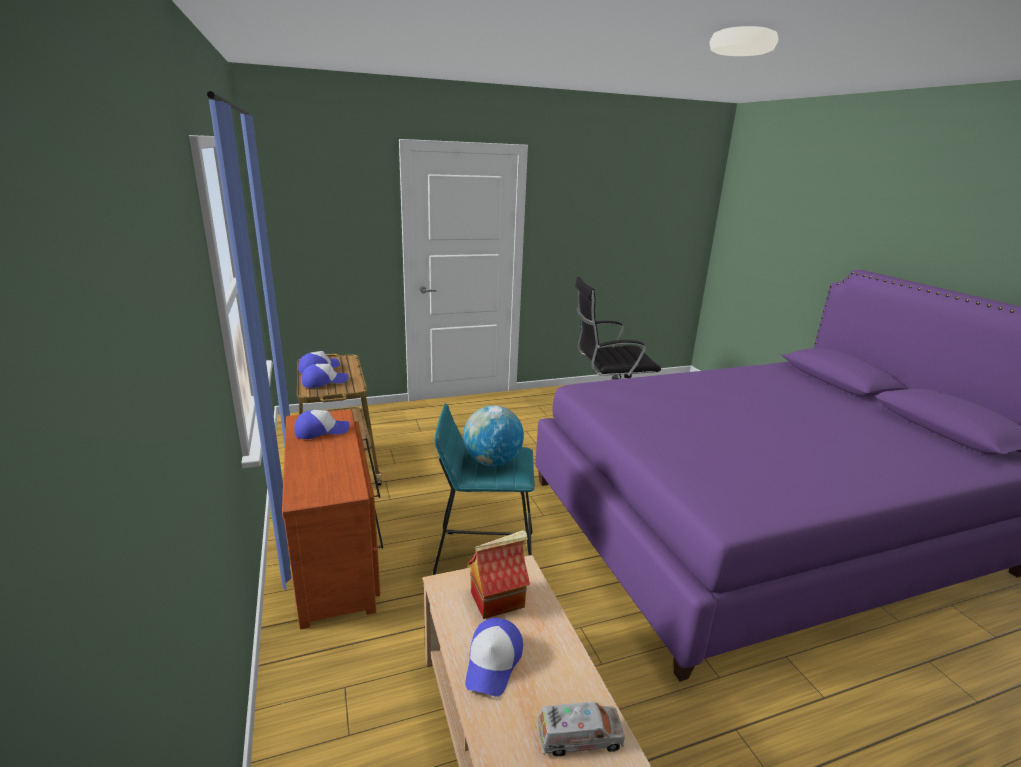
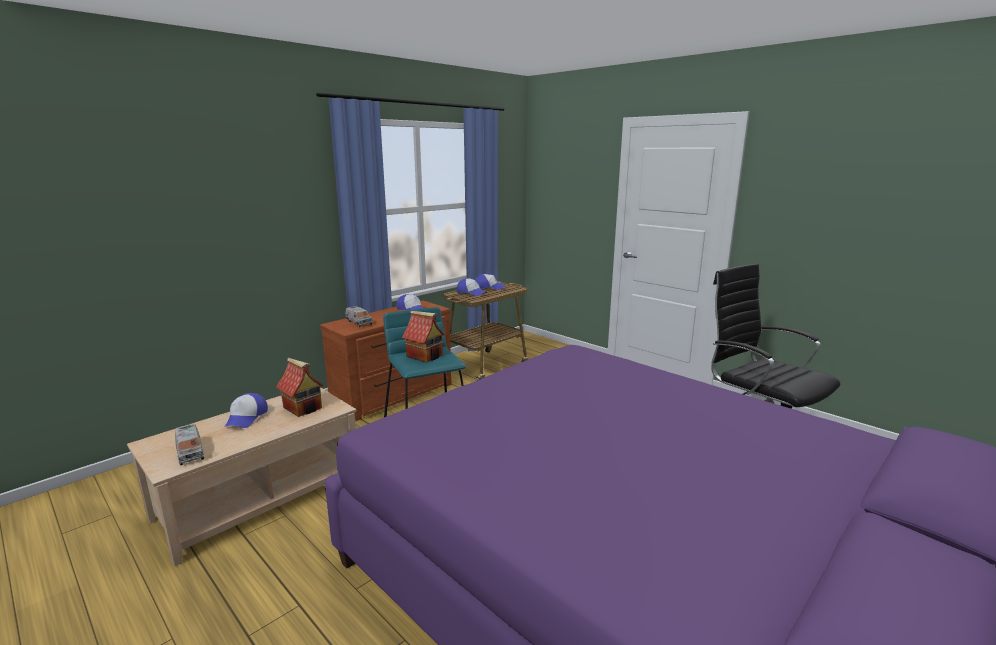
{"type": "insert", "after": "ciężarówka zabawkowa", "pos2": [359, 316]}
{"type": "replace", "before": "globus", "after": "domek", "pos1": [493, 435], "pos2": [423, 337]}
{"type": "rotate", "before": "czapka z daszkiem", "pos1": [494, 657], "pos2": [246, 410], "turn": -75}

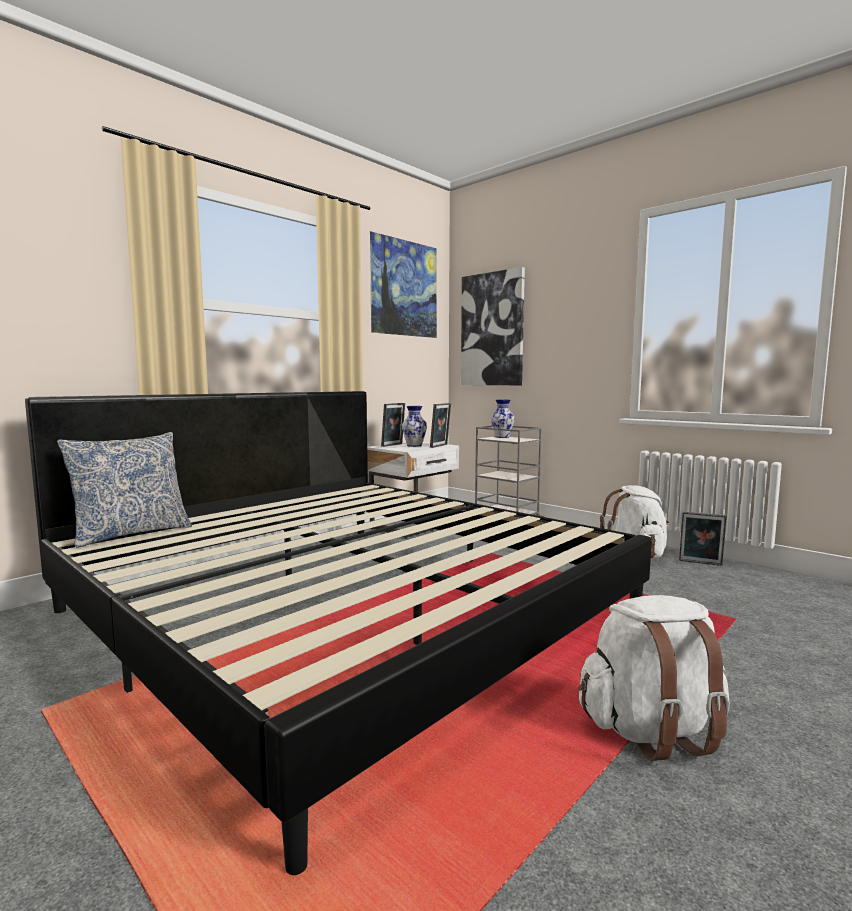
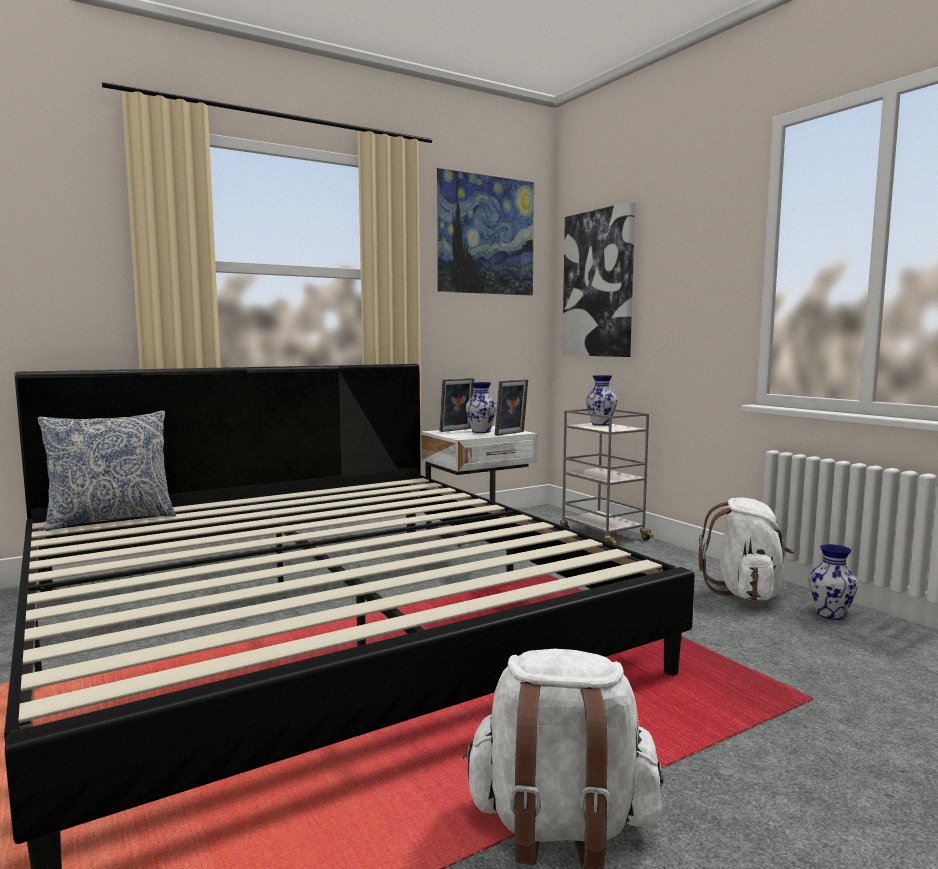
{"type": "replace", "before": "ramka na zdjęcie", "after": "wazon", "pos1": [703, 539], "pos2": [833, 582]}

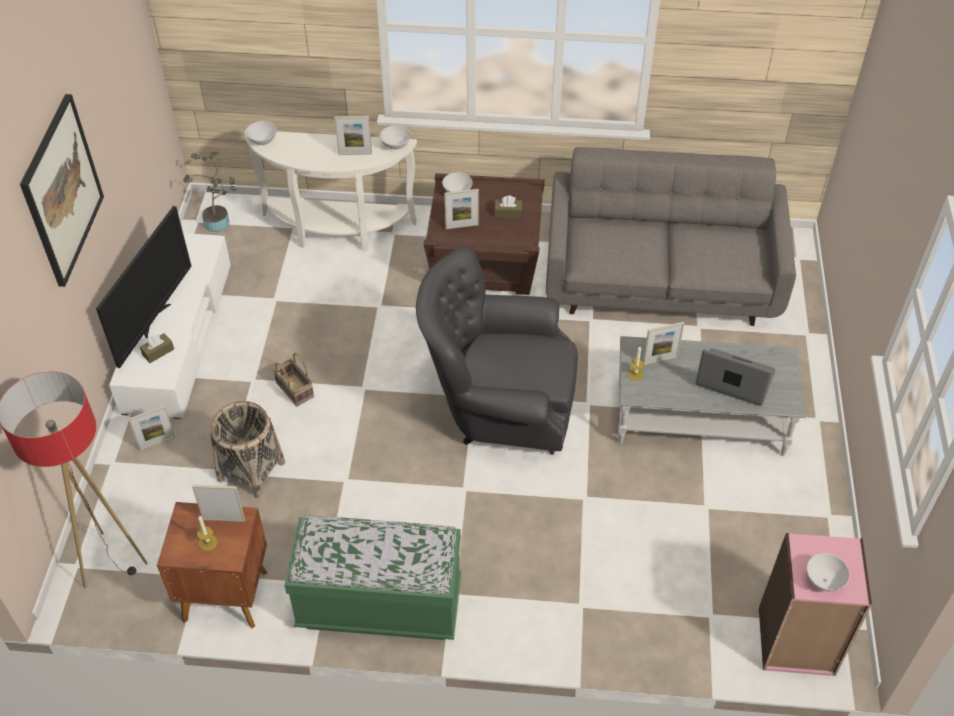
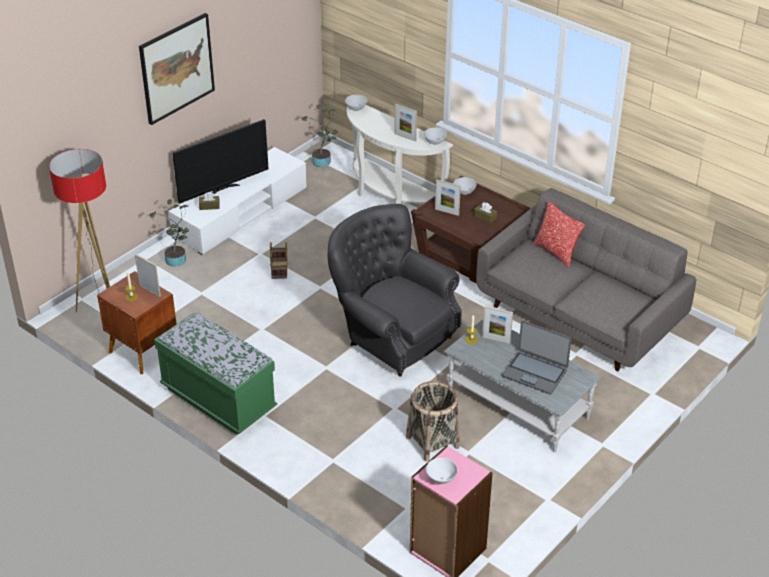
{"type": "insert", "after": "poduszka", "pos2": [559, 234]}
{"type": "move", "before": "koszyk", "pos1": [247, 449], "pos2": [433, 421]}
{"type": "replace", "before": "ramka na zdjęcie", "after": "roślina doniczkowa", "pos1": [151, 428], "pos2": [169, 232]}
{"type": "rotate", "before": "laptop", "pos1": [735, 377], "pos2": [536, 357], "turn": 150}

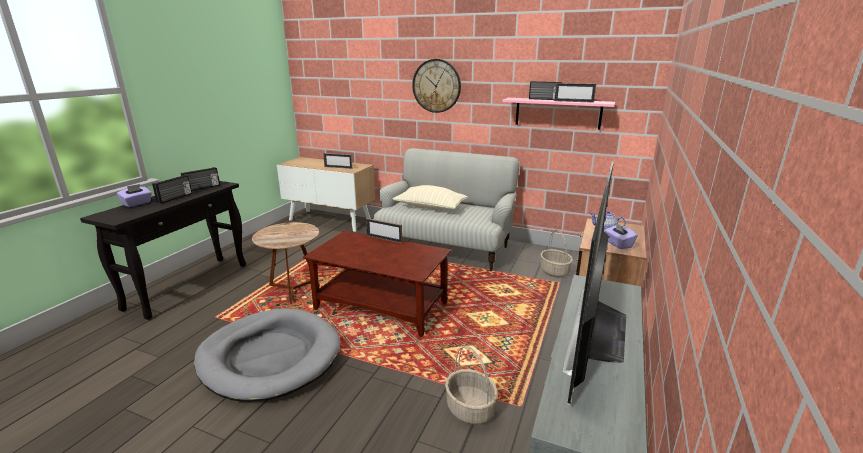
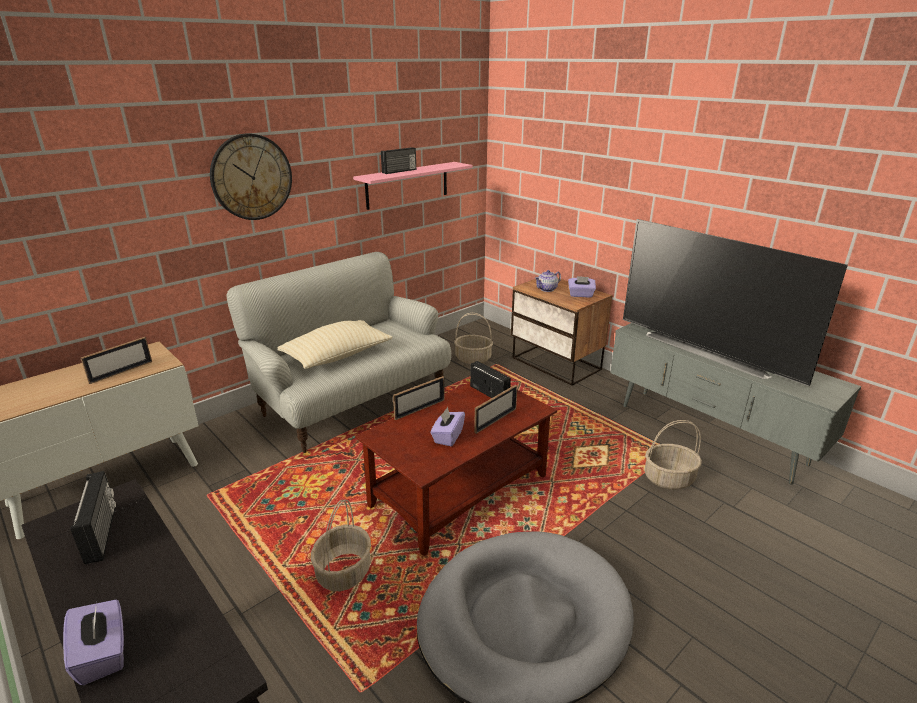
{"type": "insert", "after": "pudełko chusteczek/fioletowy", "pos2": [448, 427]}
{"type": "move", "before": "radio", "pos1": [172, 189], "pos2": [490, 379]}
{"type": "move", "before": "ramka na zdjęcie", "pos1": [575, 93], "pos2": [495, 409]}
{"type": "replace", "before": "stolik/brązowy", "after": "koszyk", "pos1": [285, 263], "pos2": [341, 545]}

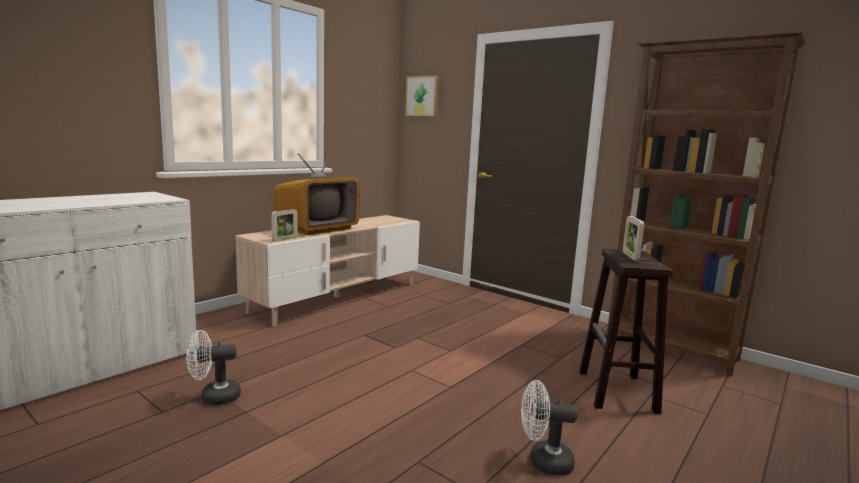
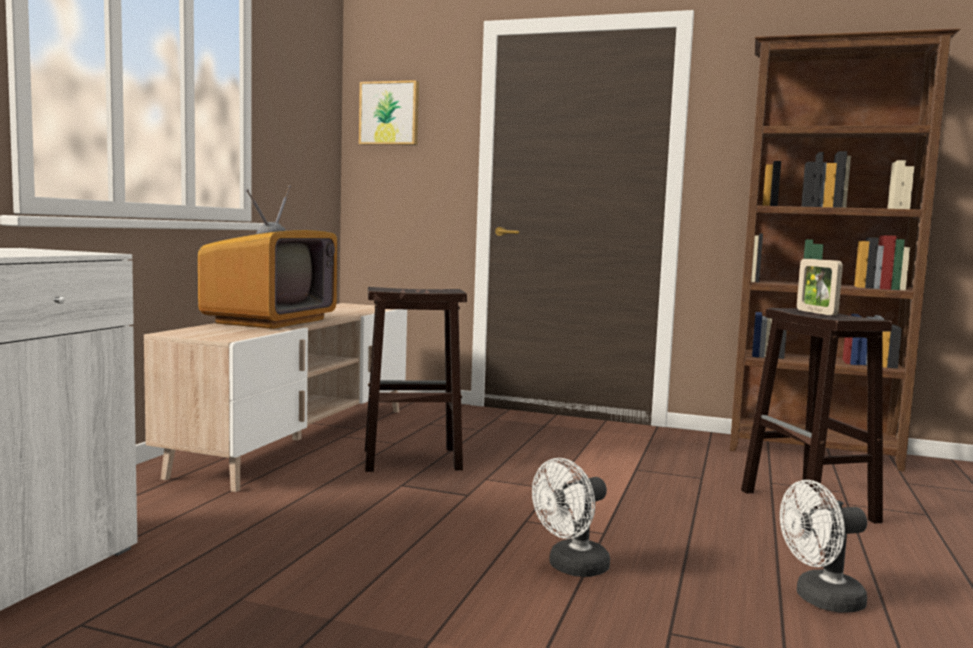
{"type": "delete", "before": "ramka na zdjęcie", "pos1": [284, 225]}
{"type": "insert", "after": "stołek/brązowy", "pos2": [416, 379]}
{"type": "move", "before": "wentylator/biały", "pos1": [213, 367], "pos2": [571, 517]}

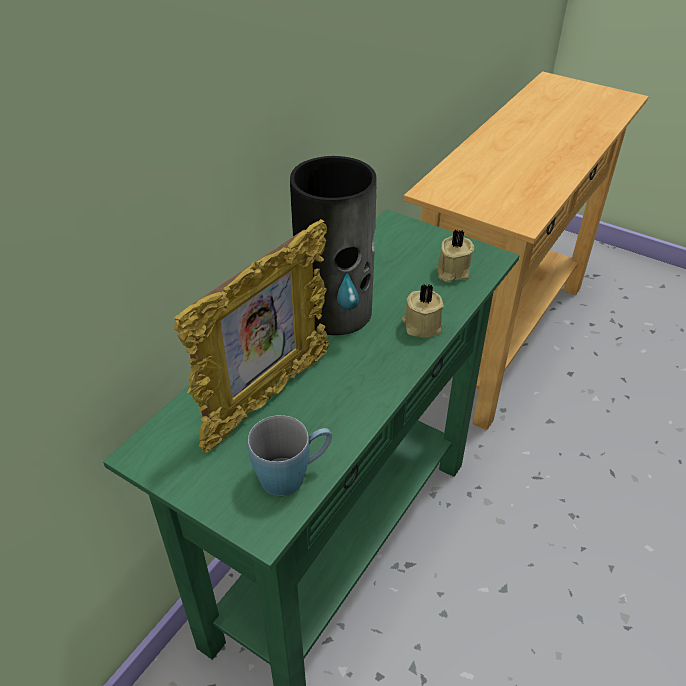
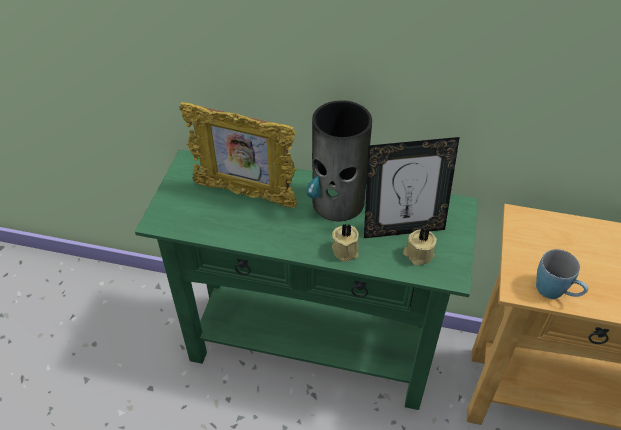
{"type": "insert", "after": "ramka na zdjęcie", "pos2": [412, 187]}
{"type": "move", "before": "kubek/niebieski", "pos1": [290, 455], "pos2": [562, 274]}

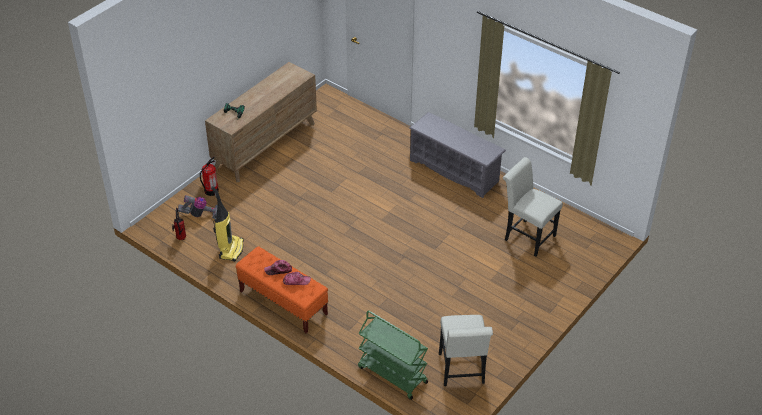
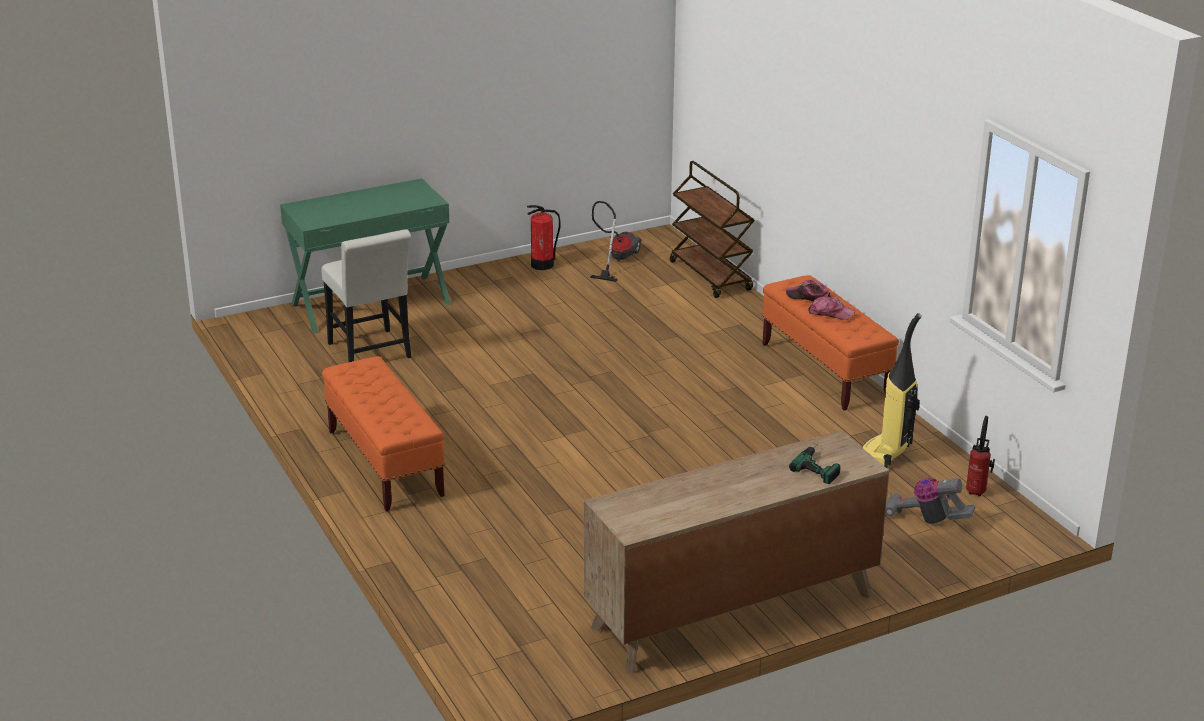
{"type": "insert", "after": "biurko/zielony", "pos2": [365, 256]}
{"type": "move", "before": "gaśnica", "pos1": [209, 176], "pos2": [544, 237]}
{"type": "replace", "before": "regał na buty/szary", "after": "ławka/pomarańczowy", "pos1": [457, 155], "pos2": [383, 433]}
{"type": "replace", "before": "krzesło/biały", "after": "odkurzacz", "pos1": [466, 350], "pos2": [616, 241]}
{"type": "recolor", "before": "wózek/zielony", "after": "wózek/brązowy", "pos1": [393, 355], "pos2": [712, 229]}

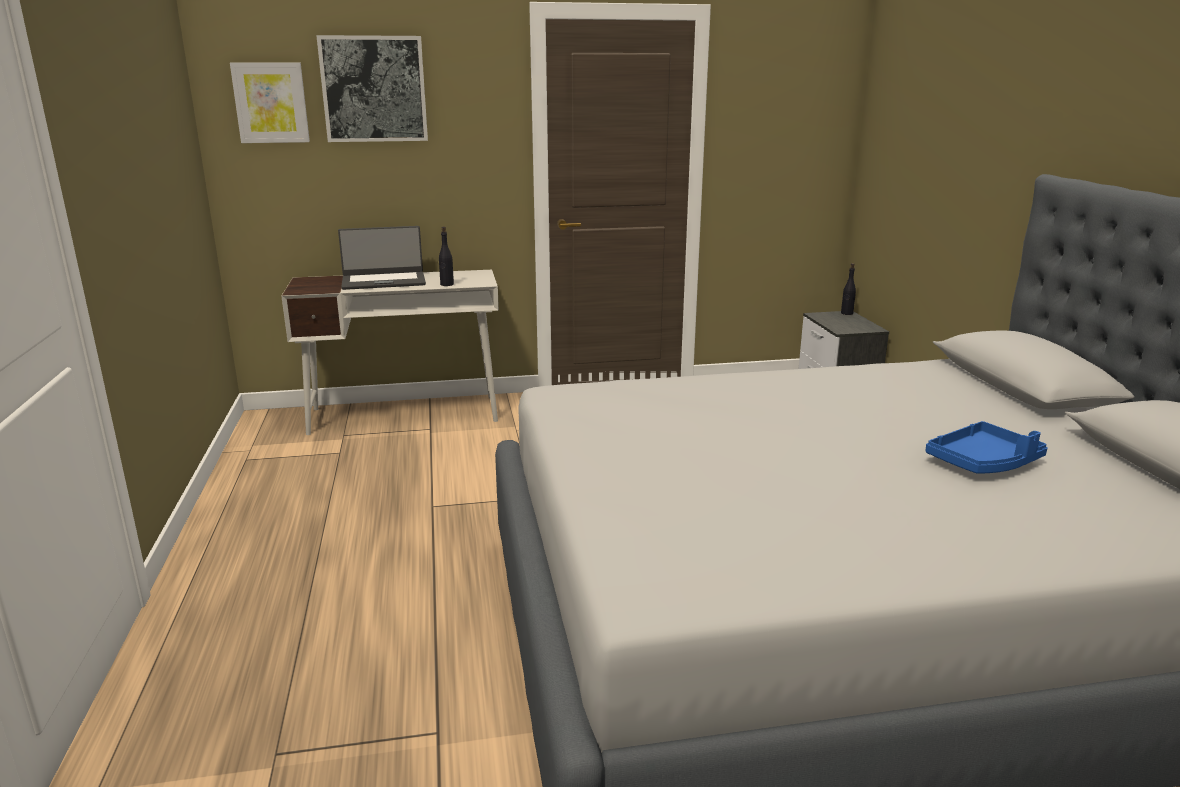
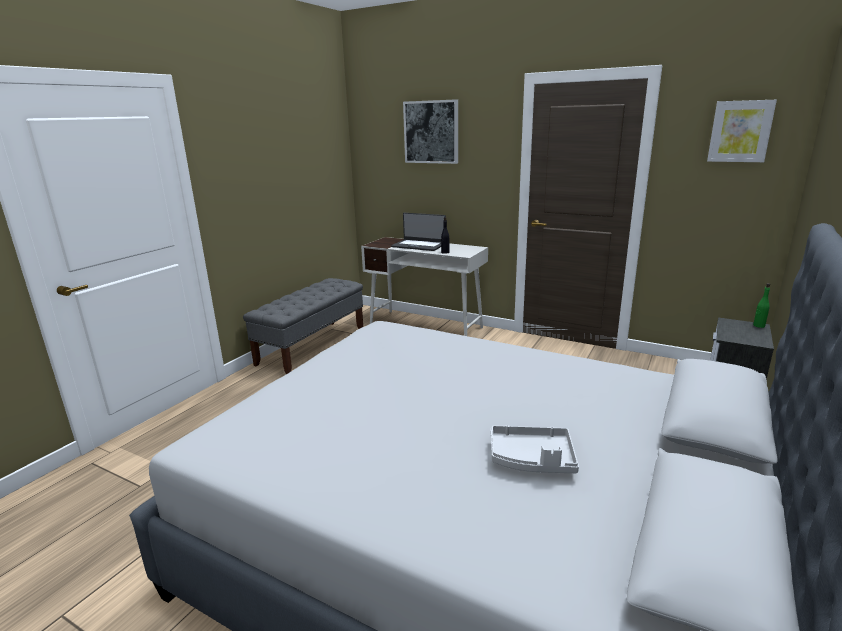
{"type": "insert", "after": "ławka/szary", "pos2": [303, 326]}
{"type": "move", "before": "obraz", "pos1": [270, 102], "pos2": [742, 131]}
{"type": "recolor", "before": "butelka/czarny", "after": "butelka/zielony", "pos1": [848, 289], "pos2": [761, 305]}
{"type": "recolor", "before": "taca/niebieski", "after": "taca/szary", "pos1": [986, 447], "pos2": [535, 449]}

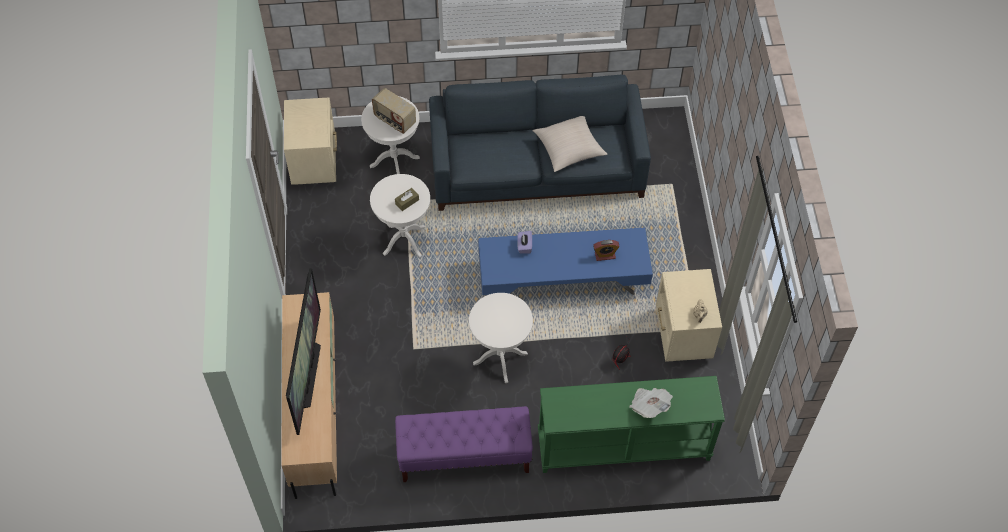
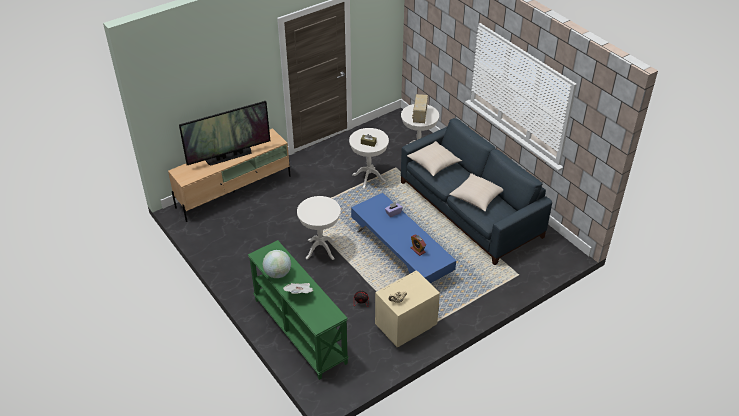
{"type": "delete", "before": "szafka nocna/beżowy", "pos1": [310, 141]}
{"type": "delete", "before": "ławka/fioletowy", "pos1": [464, 444]}
{"type": "insert", "after": "globus", "pos2": [277, 264]}
{"type": "insert", "after": "poduszka/beżowy", "pos2": [434, 158]}

